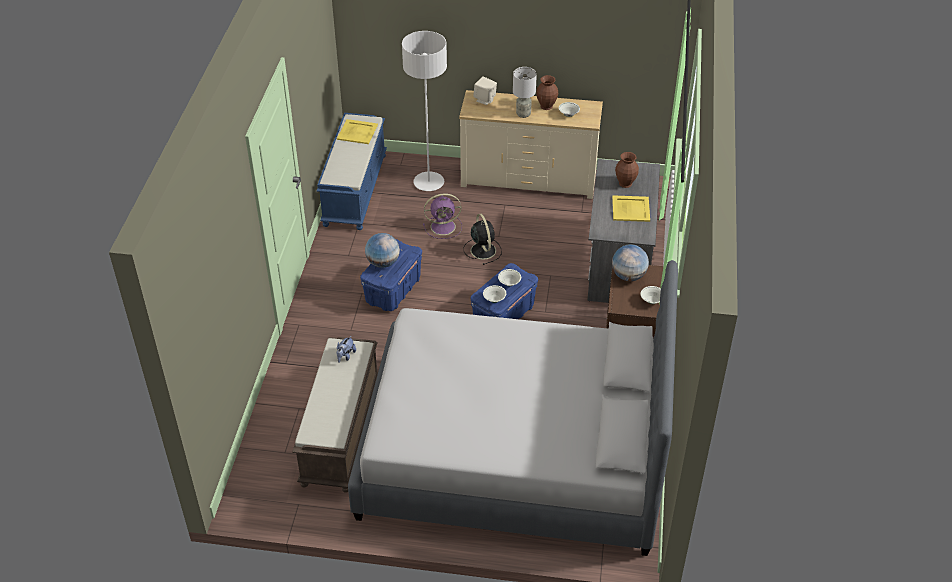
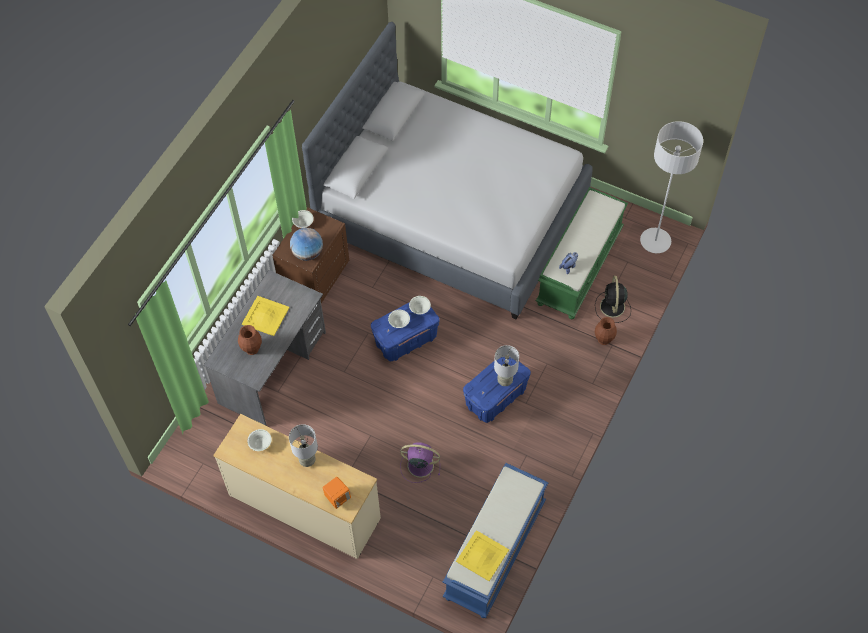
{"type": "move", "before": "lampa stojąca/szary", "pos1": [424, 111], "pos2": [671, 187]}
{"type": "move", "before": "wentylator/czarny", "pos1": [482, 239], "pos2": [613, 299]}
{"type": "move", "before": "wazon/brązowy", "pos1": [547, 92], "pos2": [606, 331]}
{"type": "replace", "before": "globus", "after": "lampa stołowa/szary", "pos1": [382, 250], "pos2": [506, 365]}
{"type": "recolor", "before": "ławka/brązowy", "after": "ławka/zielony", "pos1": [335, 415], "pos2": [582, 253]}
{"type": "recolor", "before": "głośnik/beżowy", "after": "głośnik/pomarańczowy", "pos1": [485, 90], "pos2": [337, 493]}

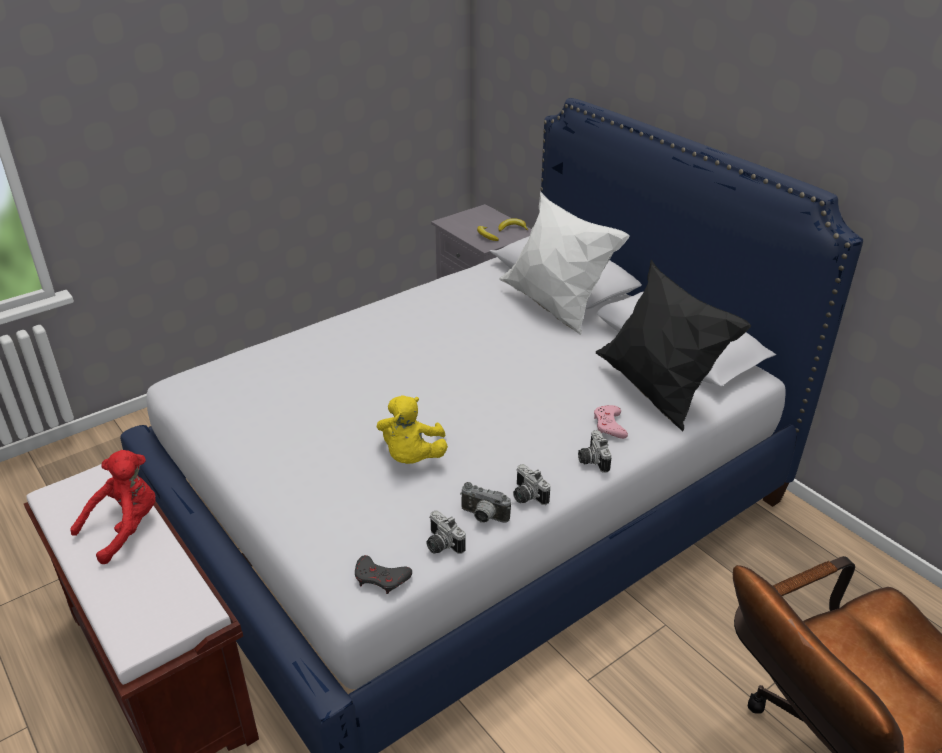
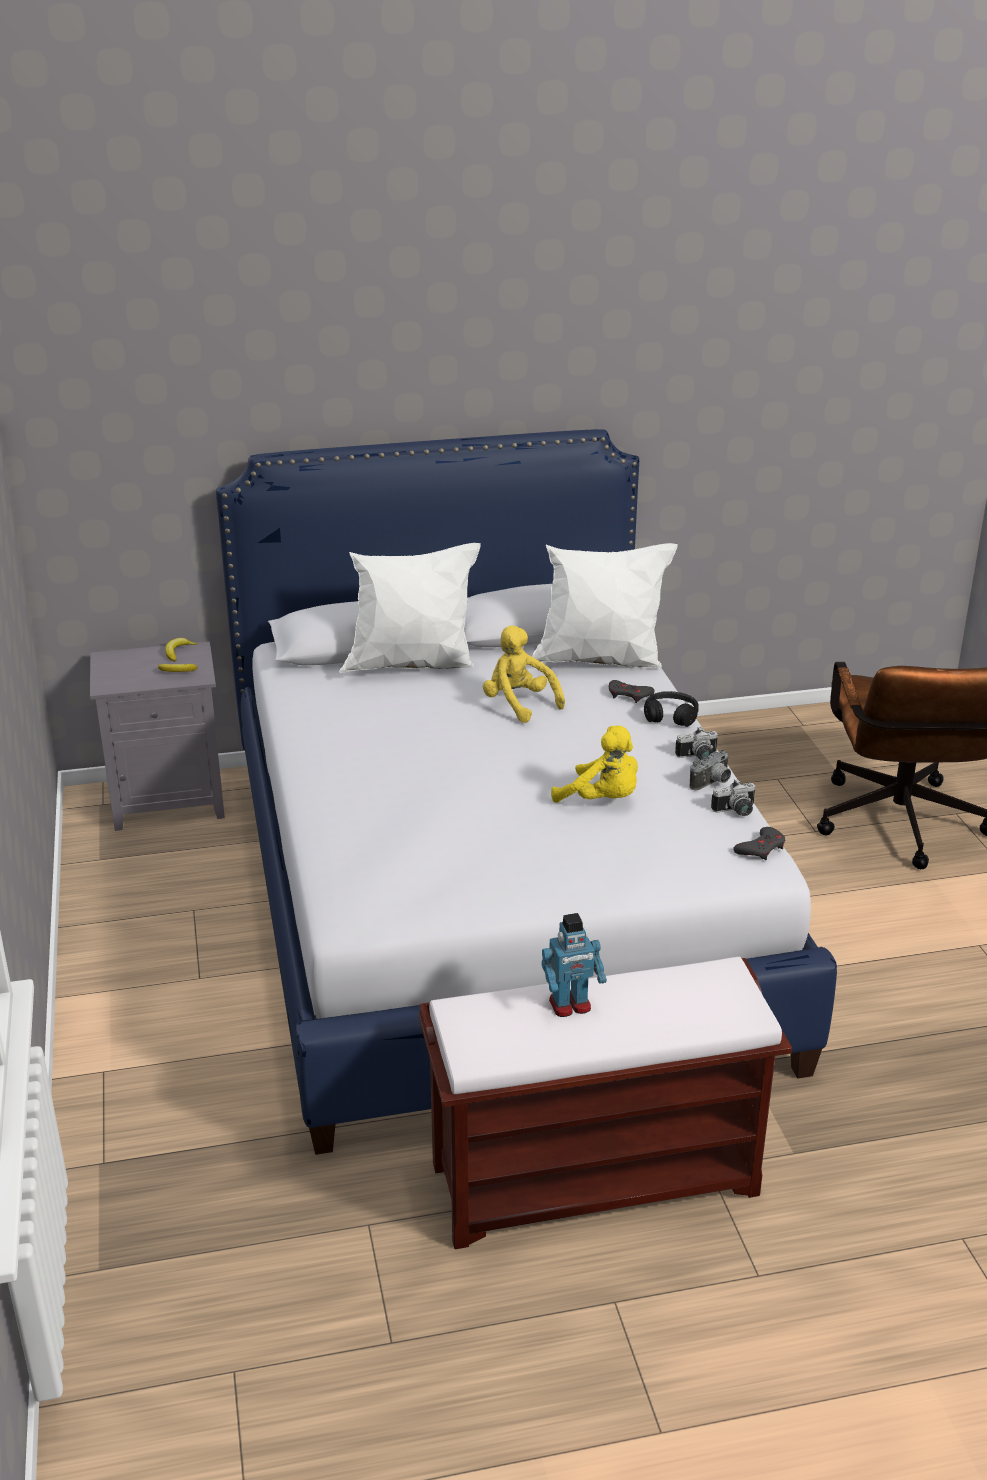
{"type": "insert", "after": "pluszak/żółty", "pos2": [524, 674]}
{"type": "replace", "before": "pluszak/czerwony", "after": "robot zabawkowy", "pos1": [113, 507], "pos2": [574, 965]}
{"type": "replace", "before": "aparat fotograficzny", "after": "słuchawki/czarny", "pos1": [594, 451], "pos2": [671, 709]}
{"type": "recolor", "before": "pad do gier/różowy", "after": "pad do gier/szary", "pos1": [611, 422], "pos2": [631, 691]}
{"type": "recolor", "before": "poduszka/czarny", "after": "poduszka/biały", "pos1": [674, 345], "pos2": [604, 605]}

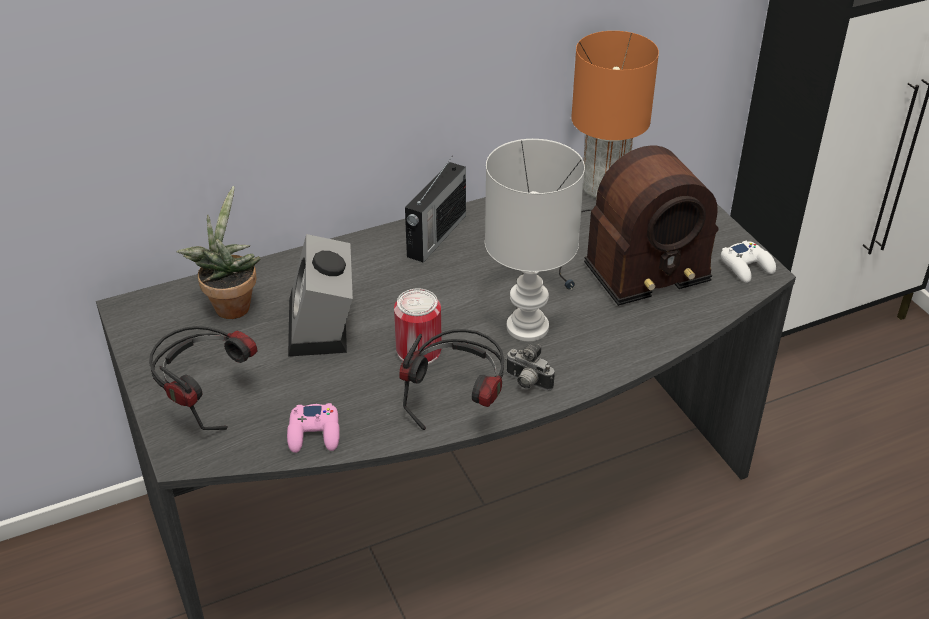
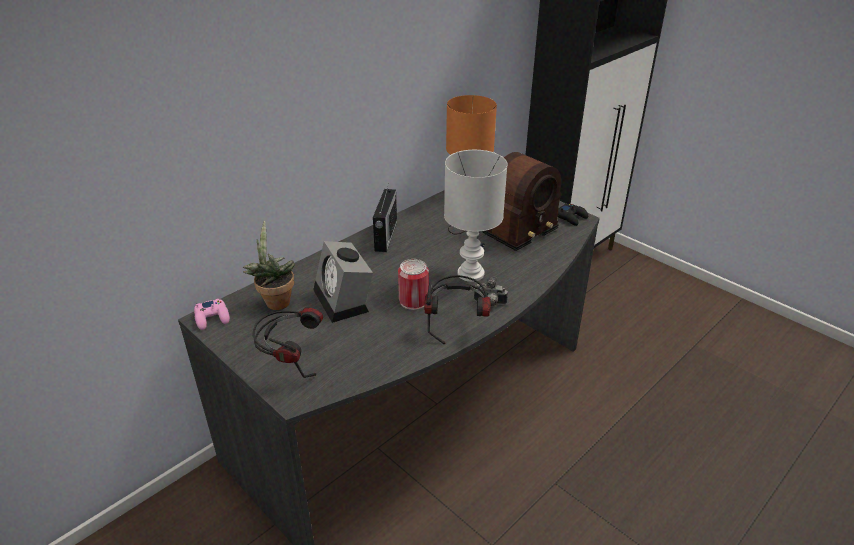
{"type": "move", "before": "pad do gier/różowy", "pos1": [313, 428], "pos2": [212, 314]}
{"type": "recolor", "before": "pad do gier/biały", "after": "pad do gier/czarny", "pos1": [748, 261], "pos2": [572, 215]}

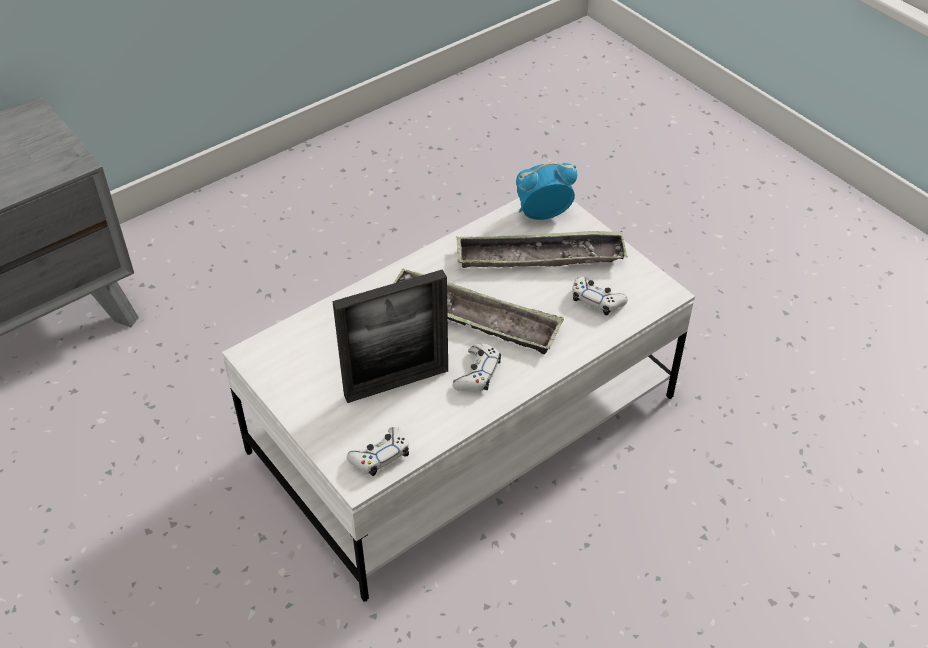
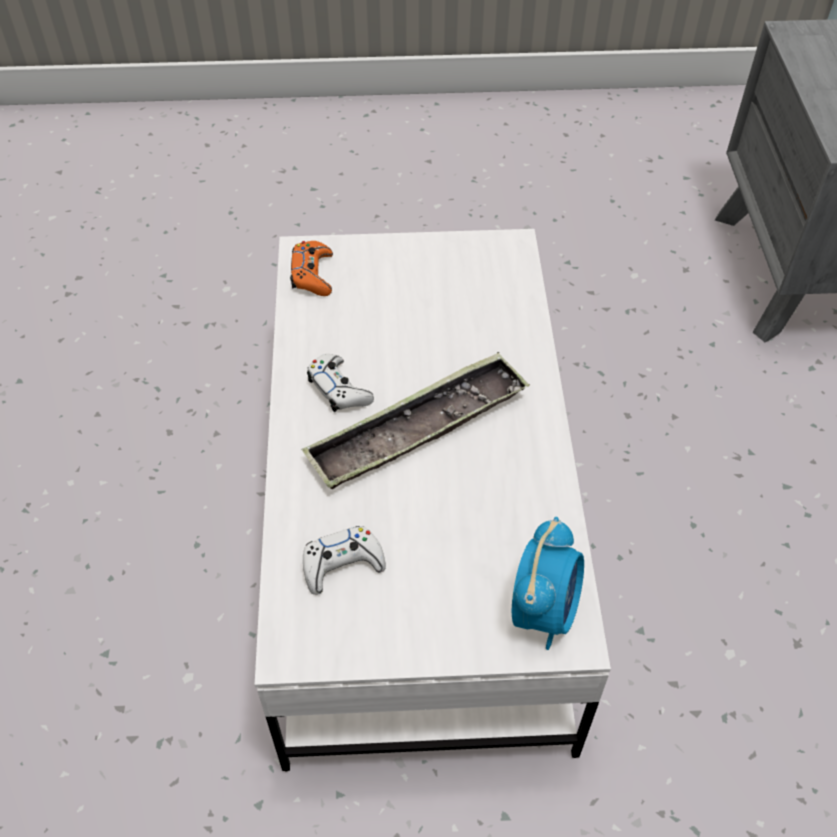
{"type": "delete", "before": "ramka na zdjęcie", "pos1": [390, 336]}
{"type": "delete", "before": "taca", "pos1": [542, 249]}
{"type": "recolor", "before": "pad do gier/biały", "after": "pad do gier/pomarańczowy", "pos1": [378, 451], "pos2": [311, 268]}

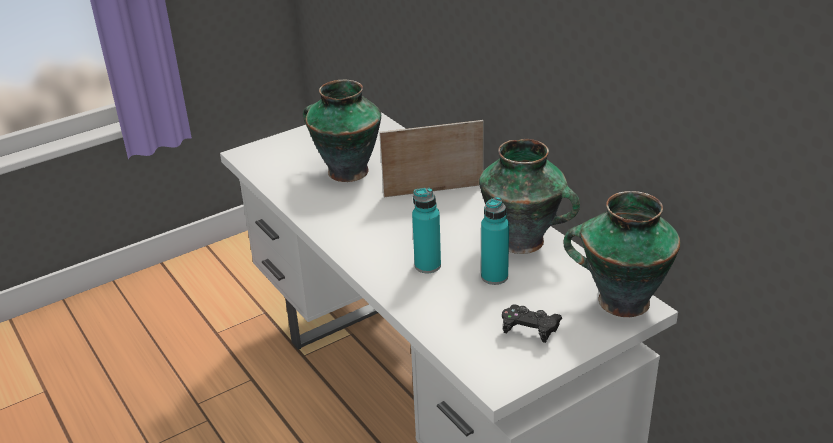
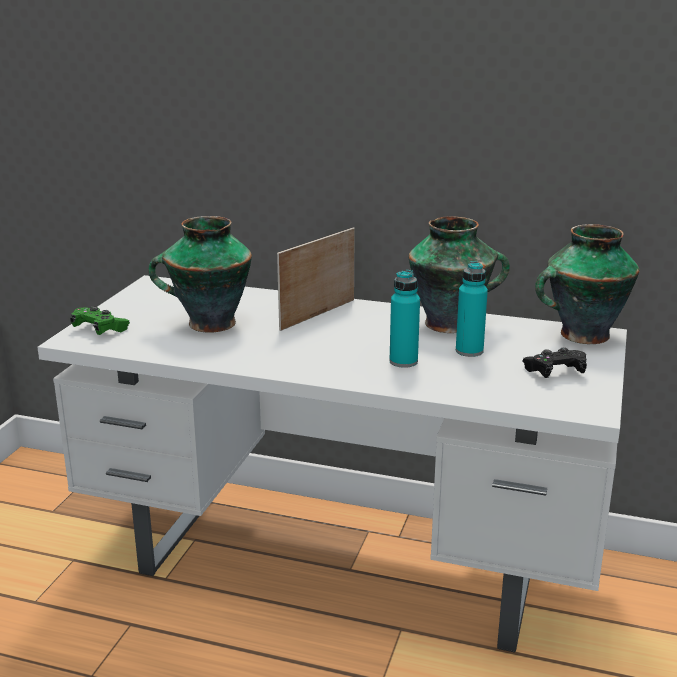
{"type": "insert", "after": "pad do gier/zielony", "pos2": [100, 320]}

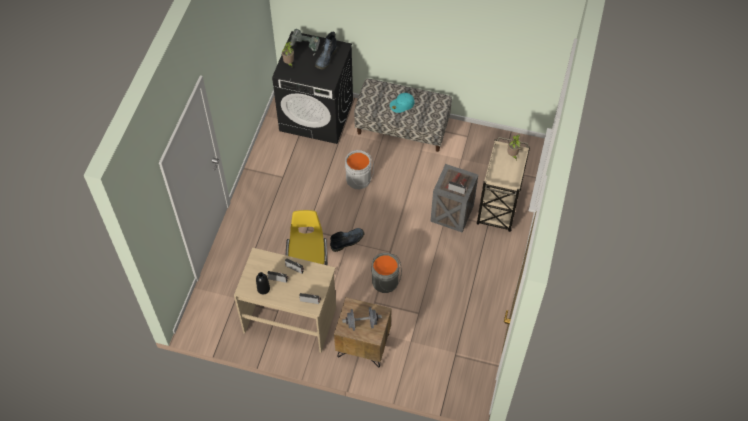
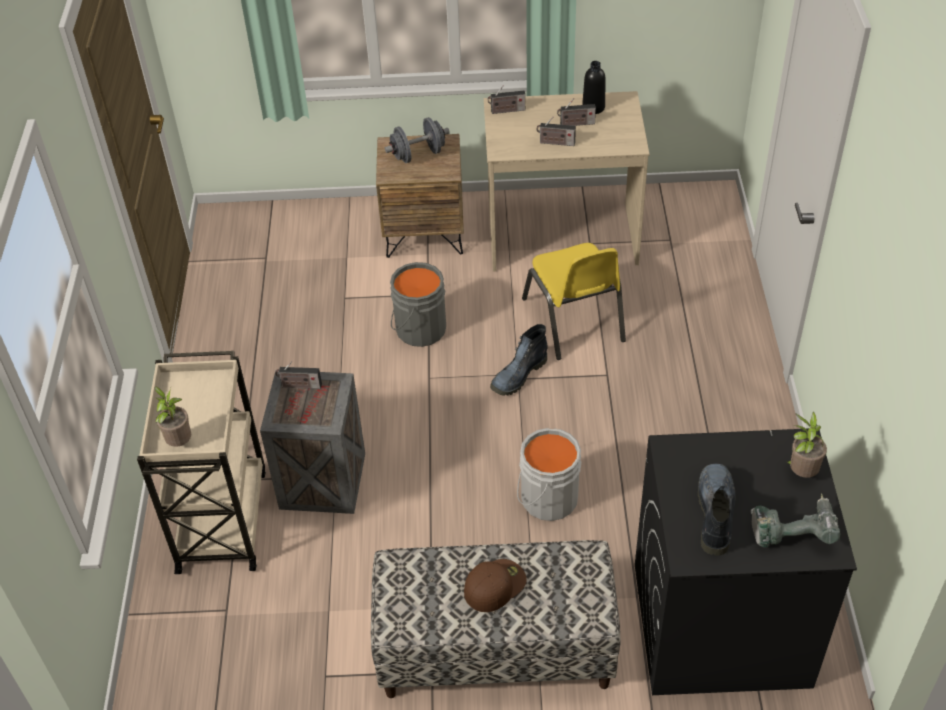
{"type": "recolor", "before": "czapka z daszkiem/turkusowy", "after": "czapka z daszkiem/brązowy", "pos1": [402, 103], "pos2": [495, 585]}

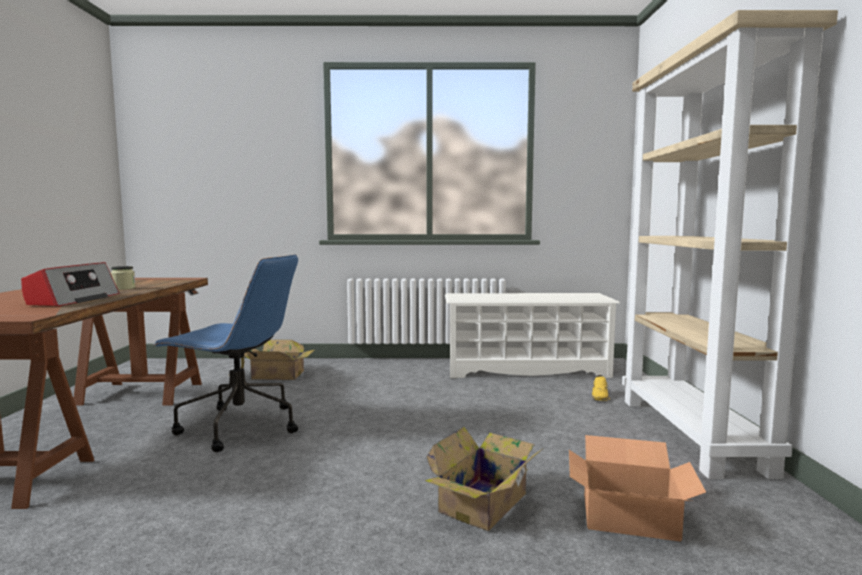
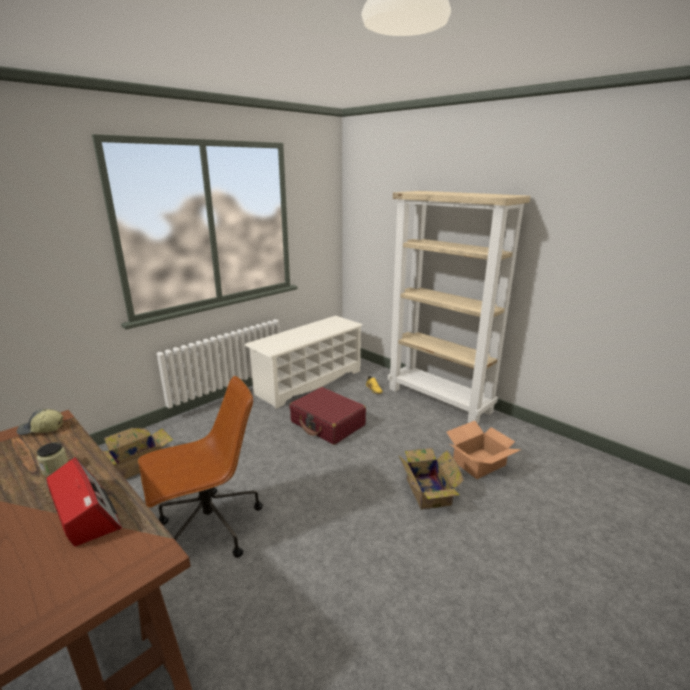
{"type": "insert", "after": "czapka z daszkiem", "pos2": [40, 422]}
{"type": "insert", "after": "walizka/czerwony", "pos2": [327, 416]}
{"type": "recolor", "before": "krzesło biurowe/niebieski", "after": "krzesło biurowe/brązowy", "pos1": [225, 353], "pos2": [200, 467]}

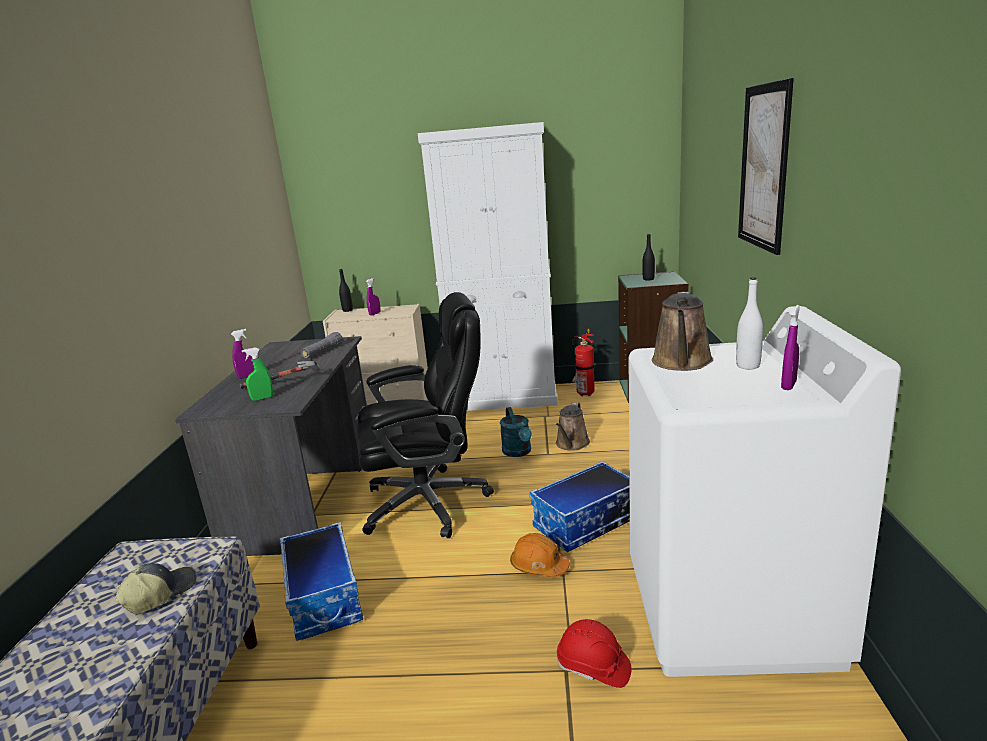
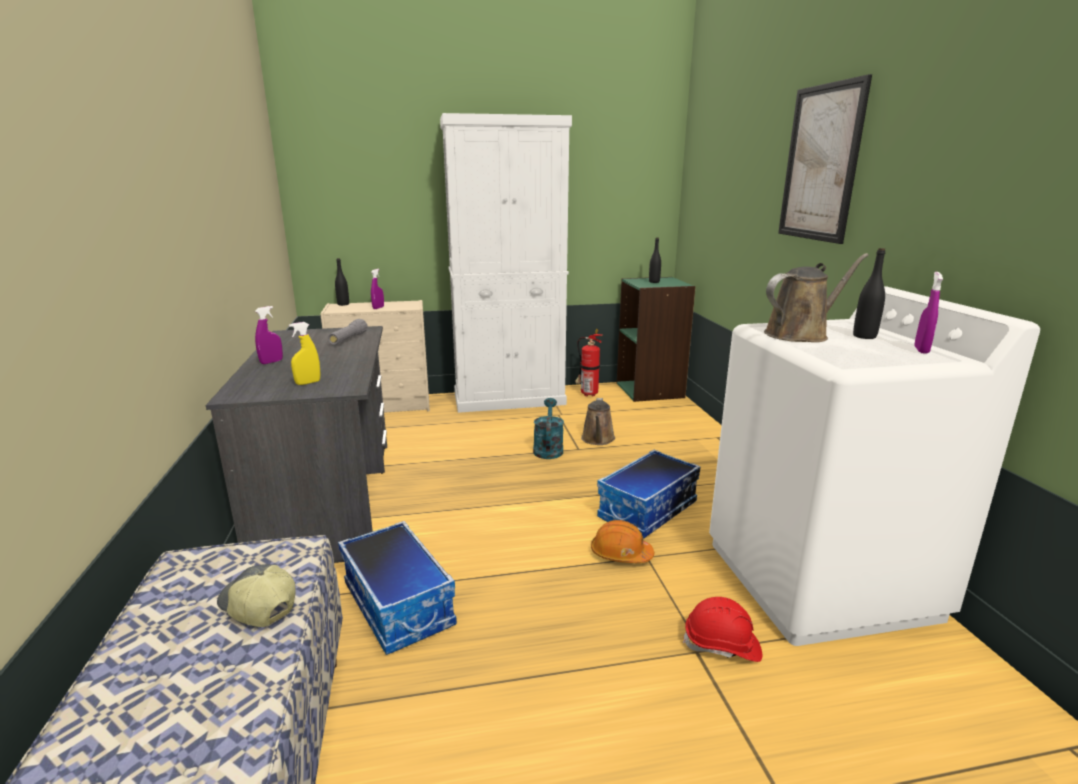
{"type": "delete", "before": "młotek", "pos1": [280, 375]}
{"type": "delete", "before": "krzesło biurowe/czarny", "pos1": [426, 415]}
{"type": "recolor", "before": "spryskiwacz/zielony", "after": "spryskiwacz/żółty", "pos1": [257, 374], "pos2": [305, 353]}
{"type": "recolor", "before": "butelka/biały", "after": "butelka/czarny", "pos1": [749, 323], "pos2": [869, 293]}
{"type": "rotate", "before": "czapka z daszkiem", "pos1": [155, 588], "pos2": [256, 595], "turn": -75}
{"type": "rotate", "before": "konewka/turkusowy", "pos1": [516, 432], "pos2": [548, 428], "turn": -150}
{"type": "rotate", "before": "konewka/brązowy", "pos1": [682, 331], "pos2": [816, 297], "turn": -120}

